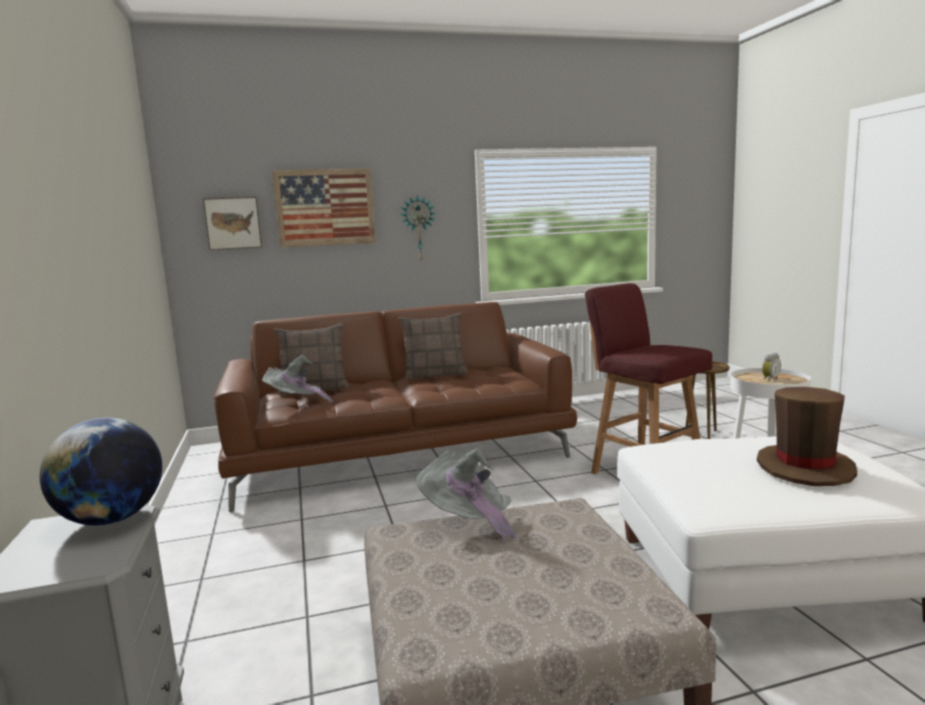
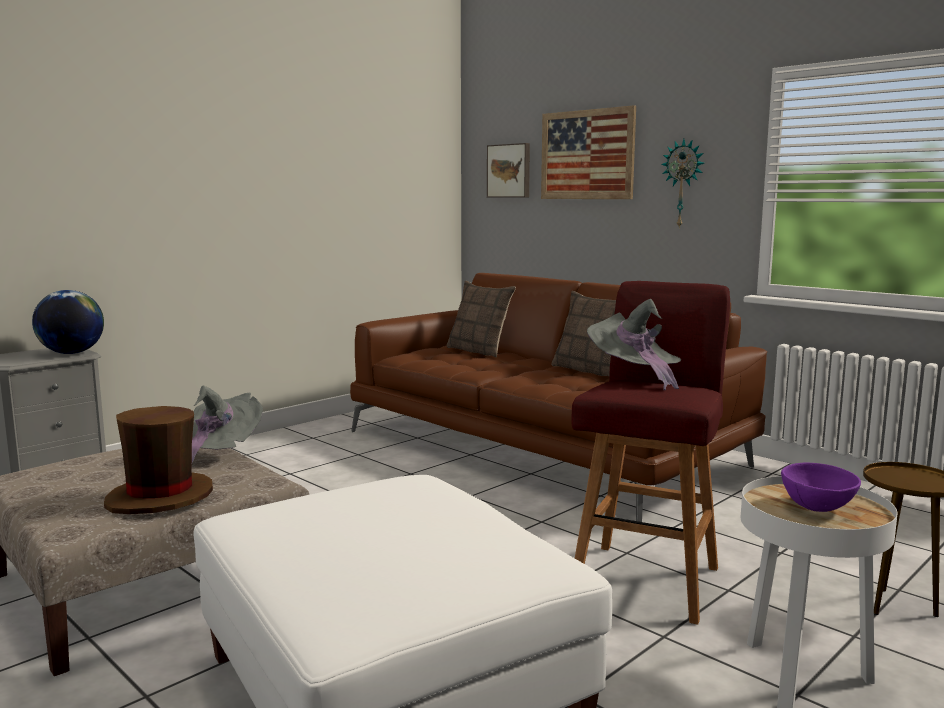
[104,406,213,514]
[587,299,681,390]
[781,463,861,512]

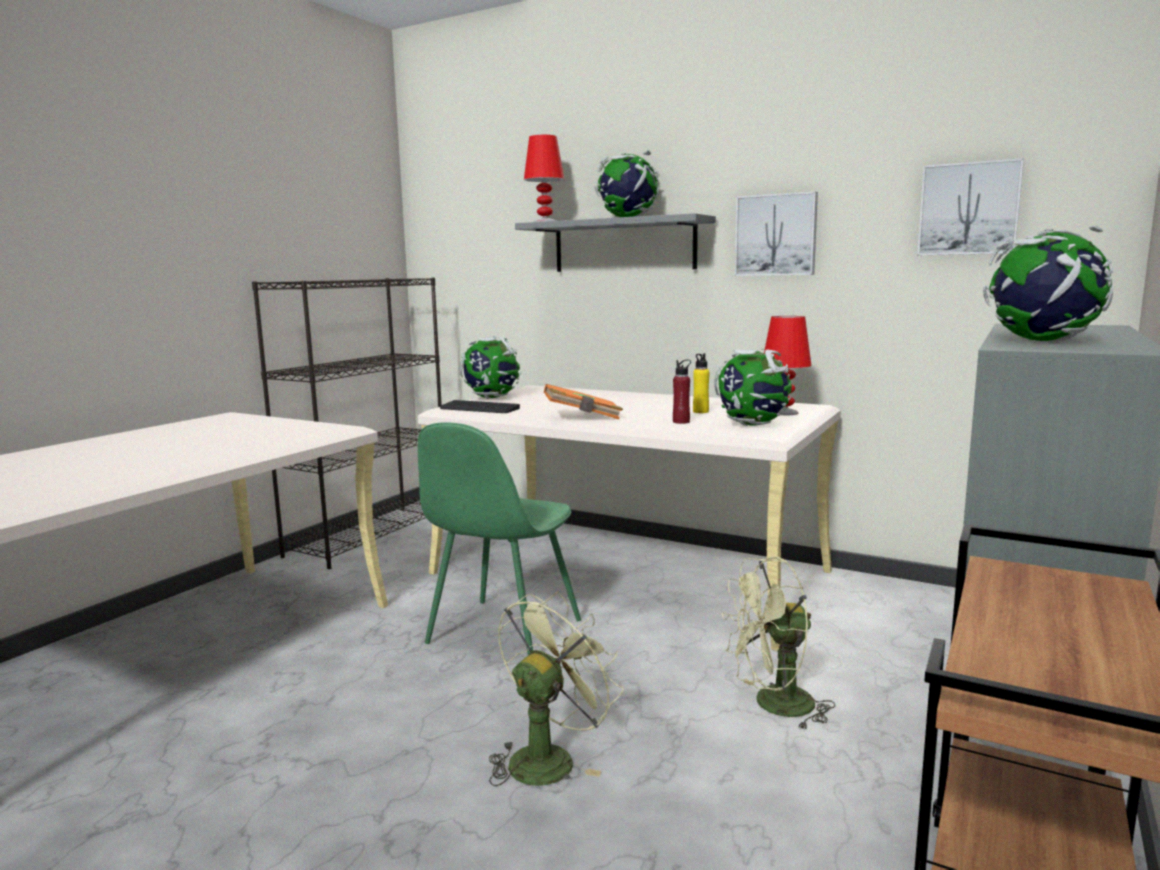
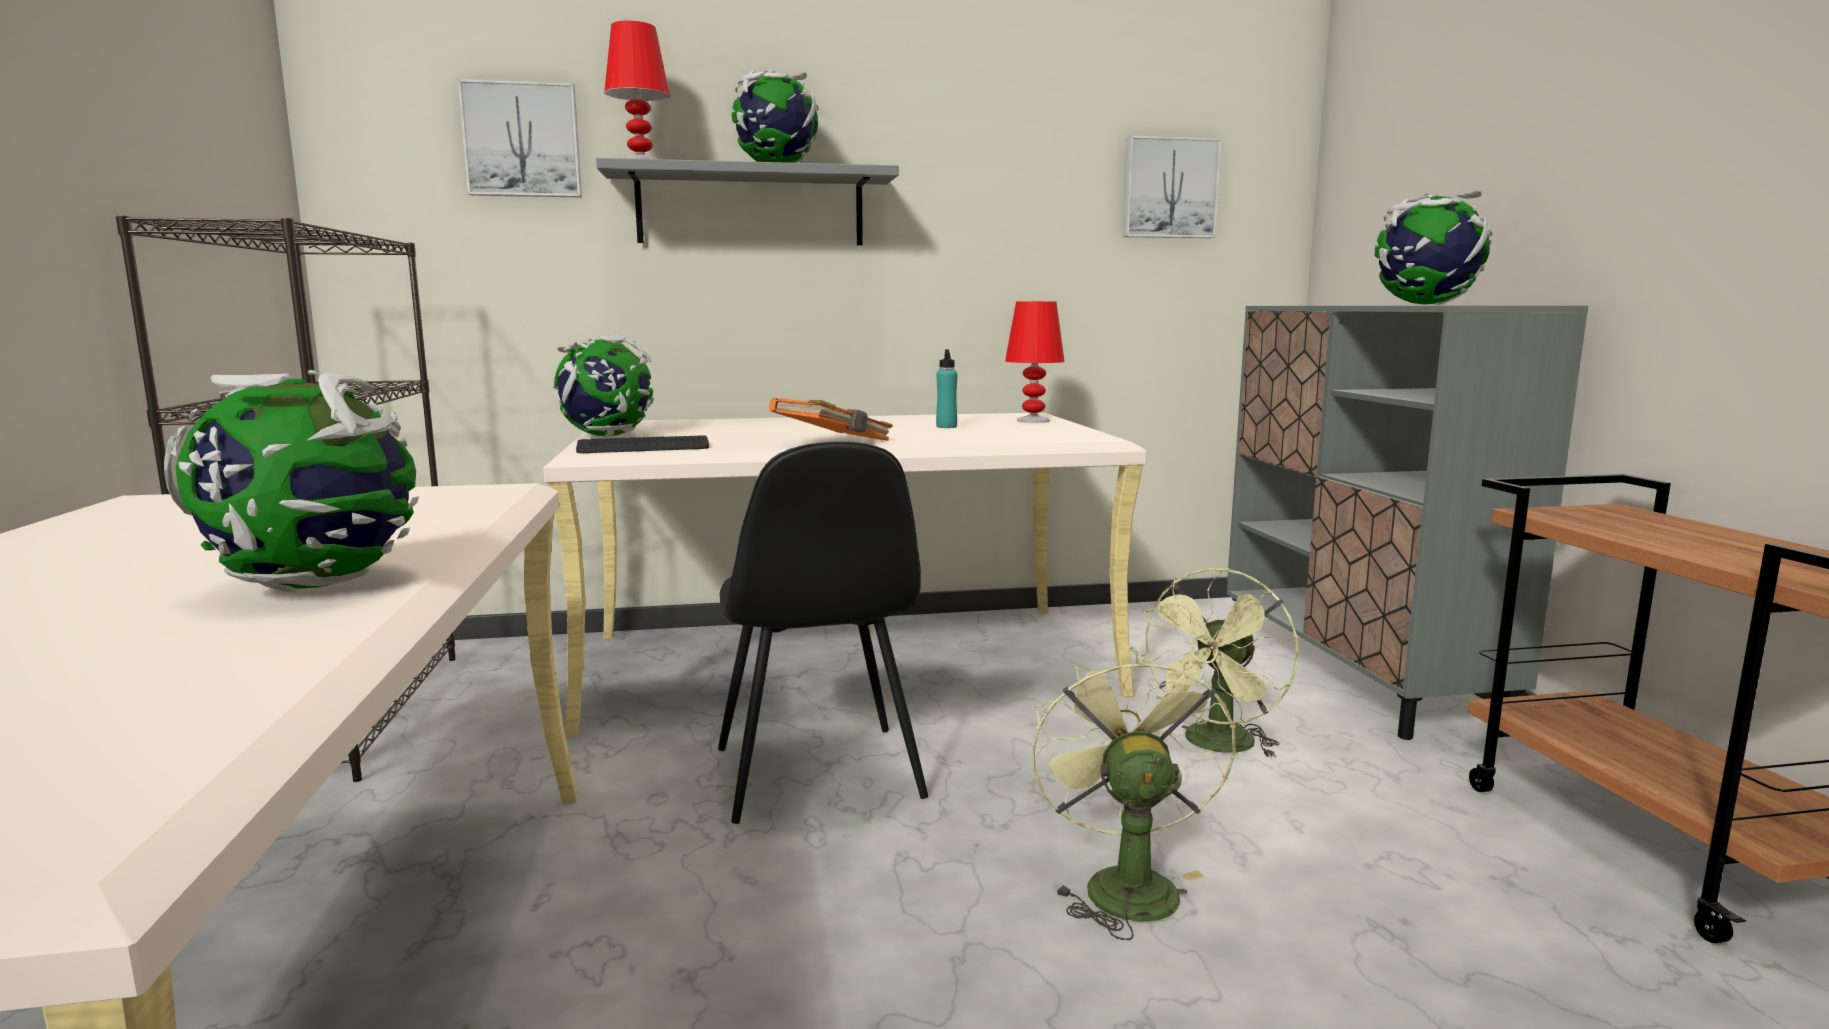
[164,370,419,592]
[458,79,582,198]
[718,442,928,824]
[936,349,957,428]
[673,359,691,424] (first image)

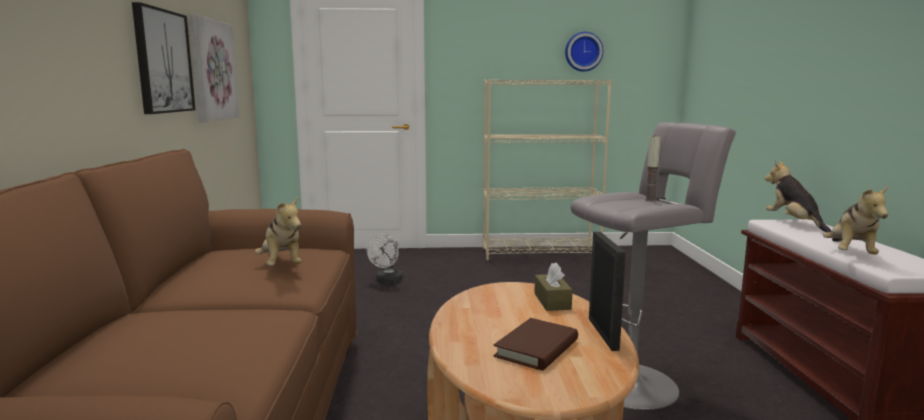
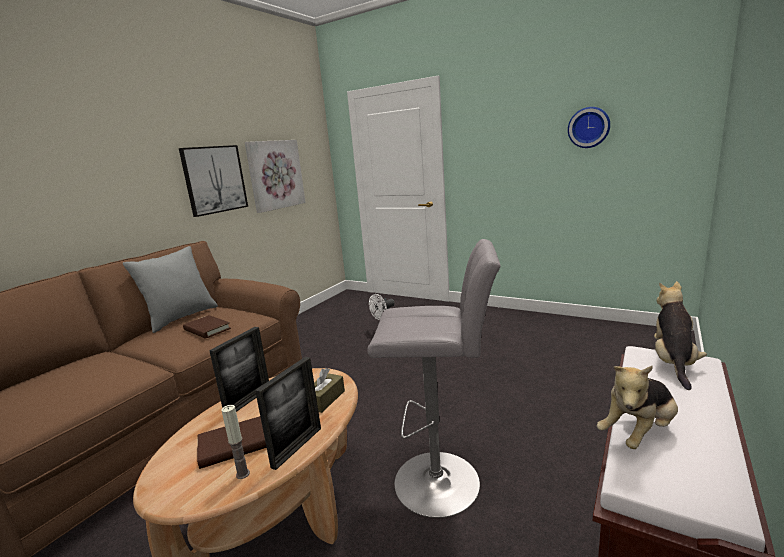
[123,246,218,333]
[183,315,231,339]
[209,327,269,412]
[221,405,250,479]
[482,79,612,260] (first image)

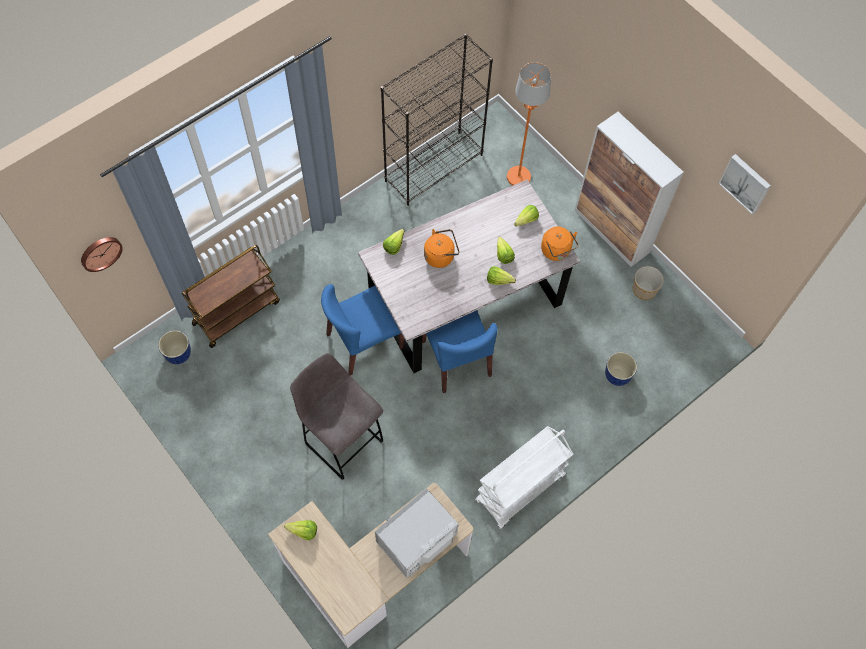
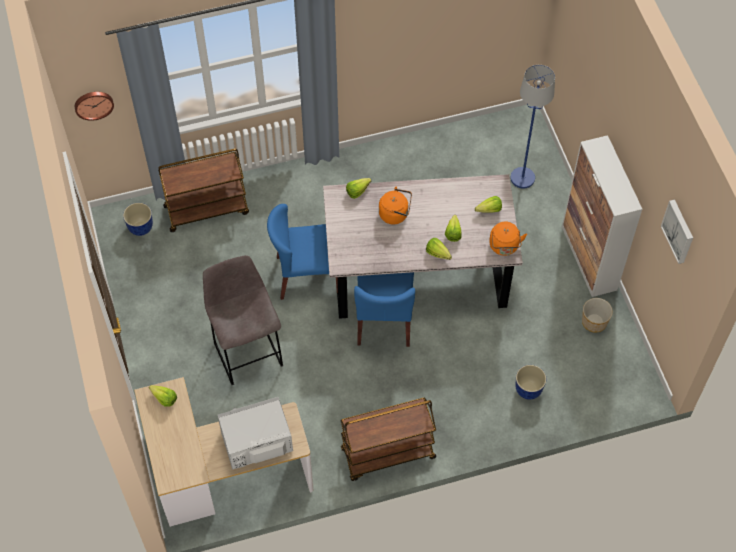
[341,398,436,481]
[510,65,555,188]
[381,33,493,206] (first image)

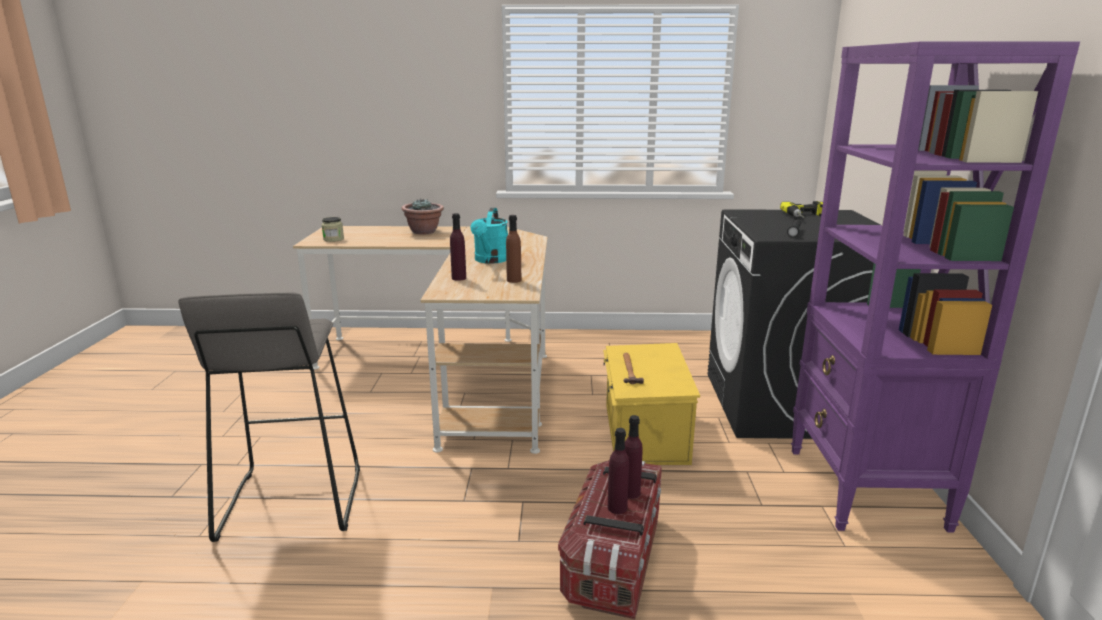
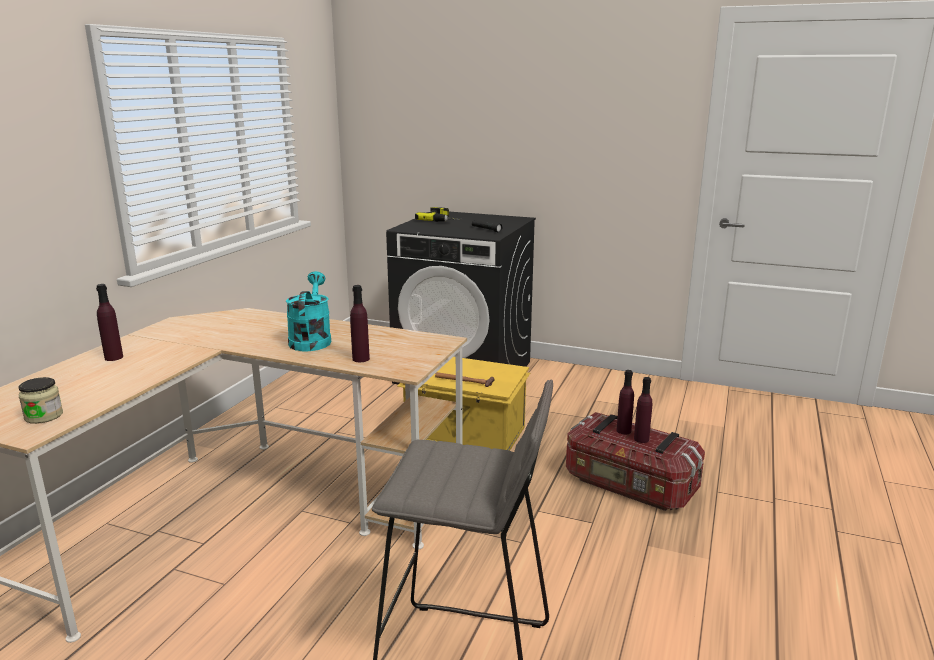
[96,284,123,361]
[286,271,331,351]
[506,215,521,283] (first image)
[791,41,1080,532] (first image)

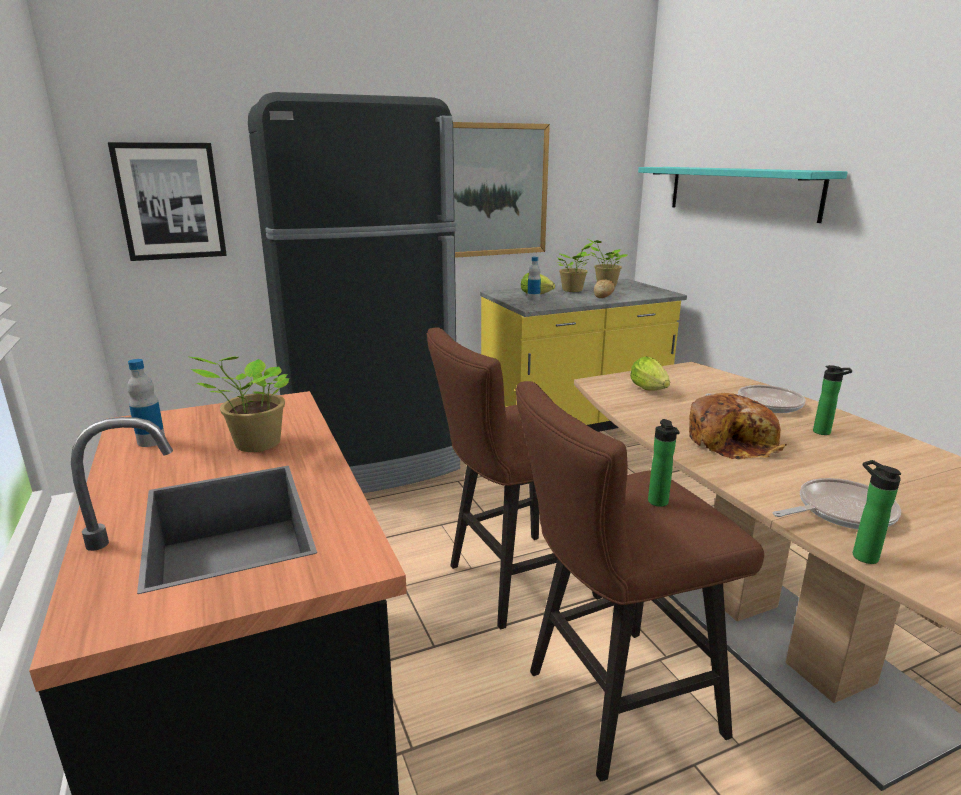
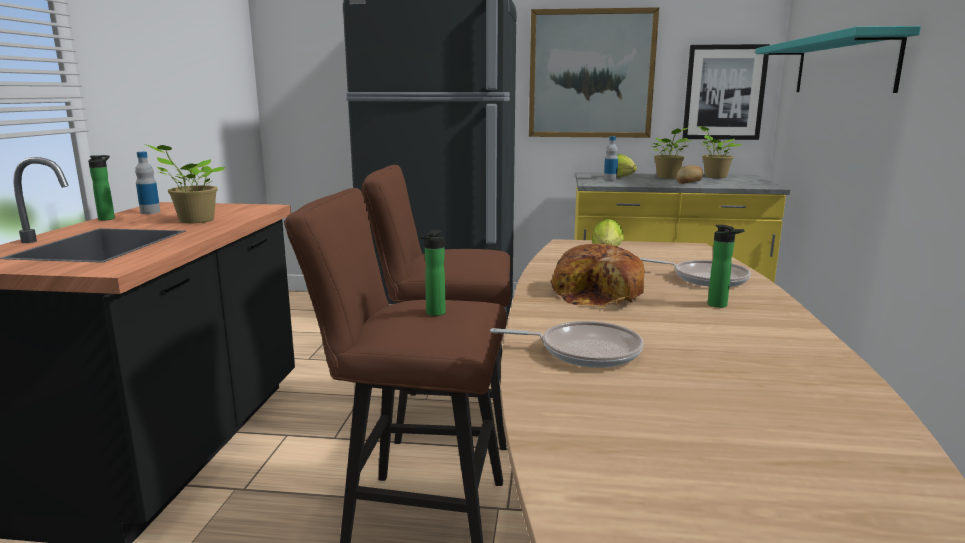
[88,155,115,221]
[682,44,770,140]

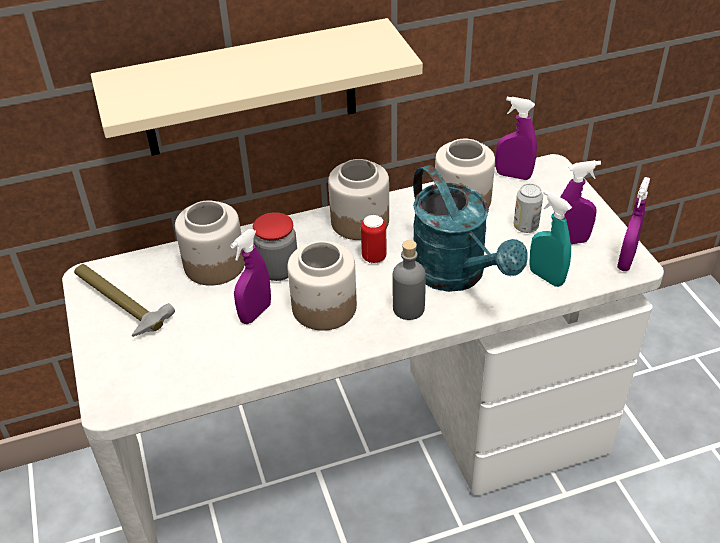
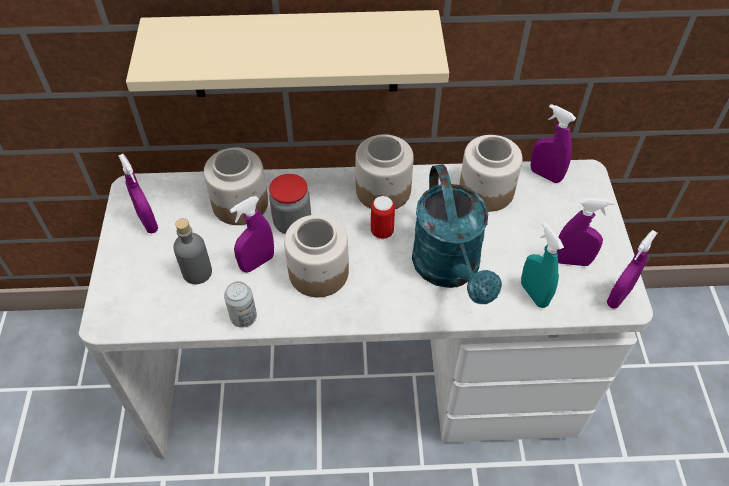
[118,154,158,233]
[173,218,212,284]
[224,281,257,328]

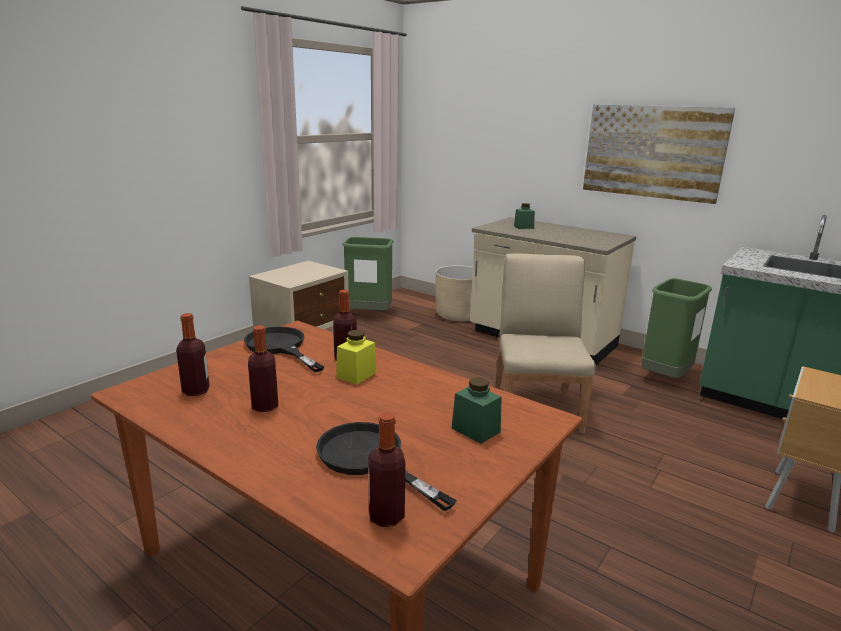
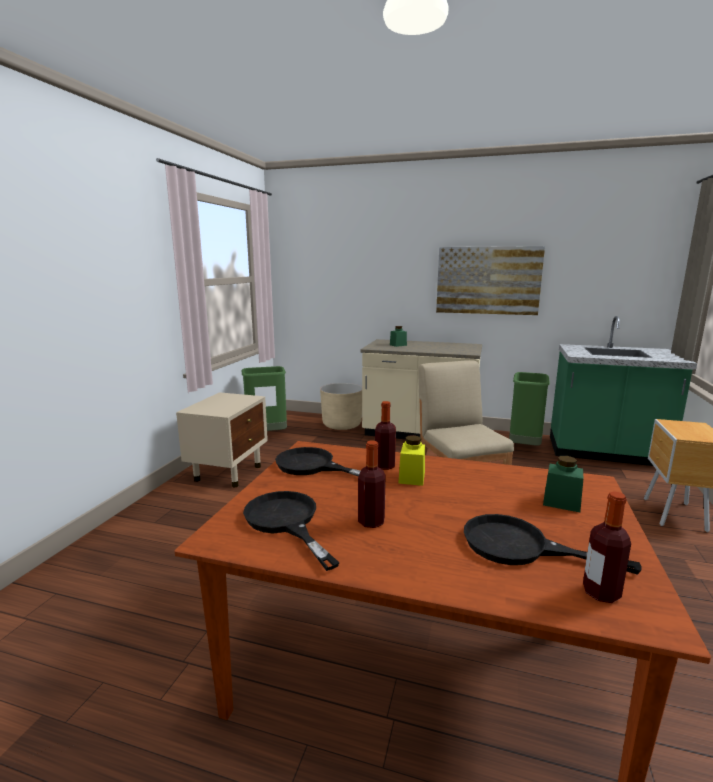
[243,491,340,571]

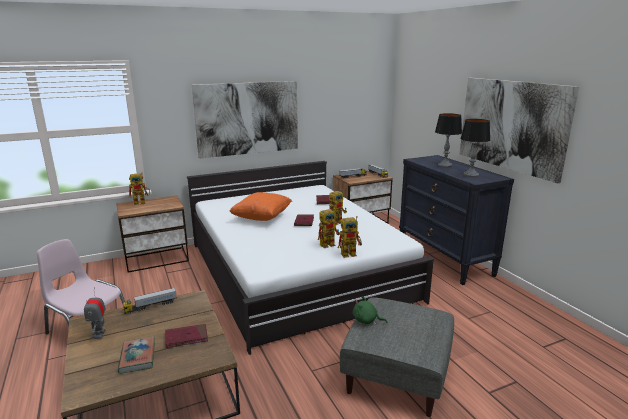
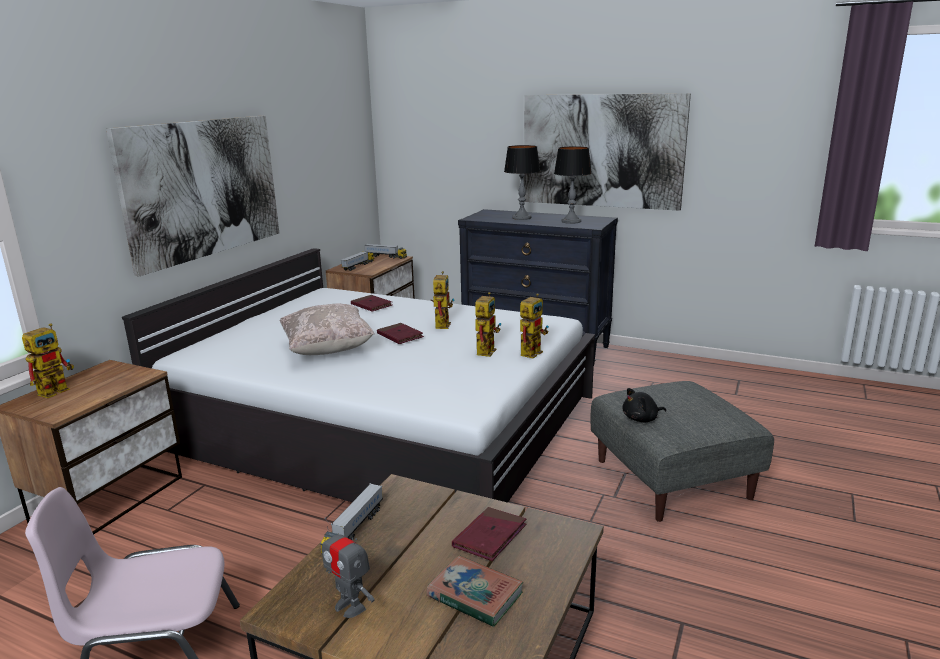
[280,304,375,355]
[622,388,666,422]

